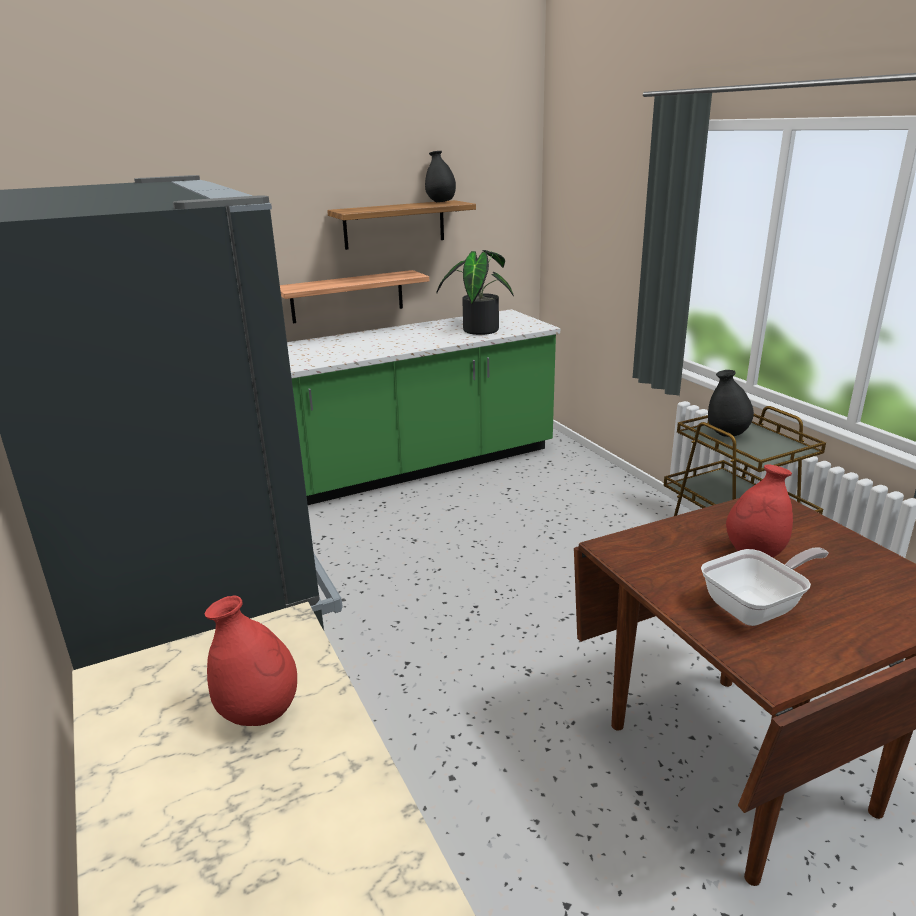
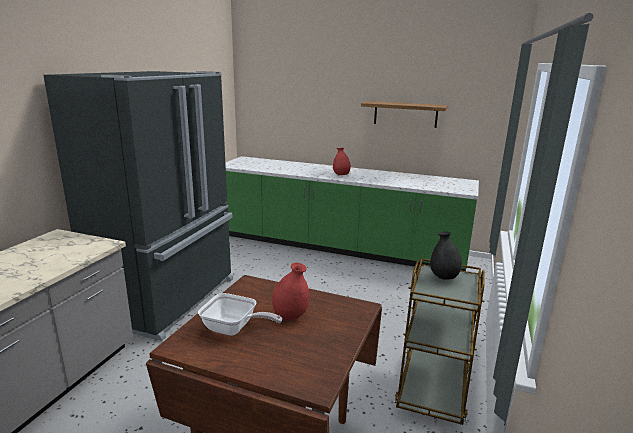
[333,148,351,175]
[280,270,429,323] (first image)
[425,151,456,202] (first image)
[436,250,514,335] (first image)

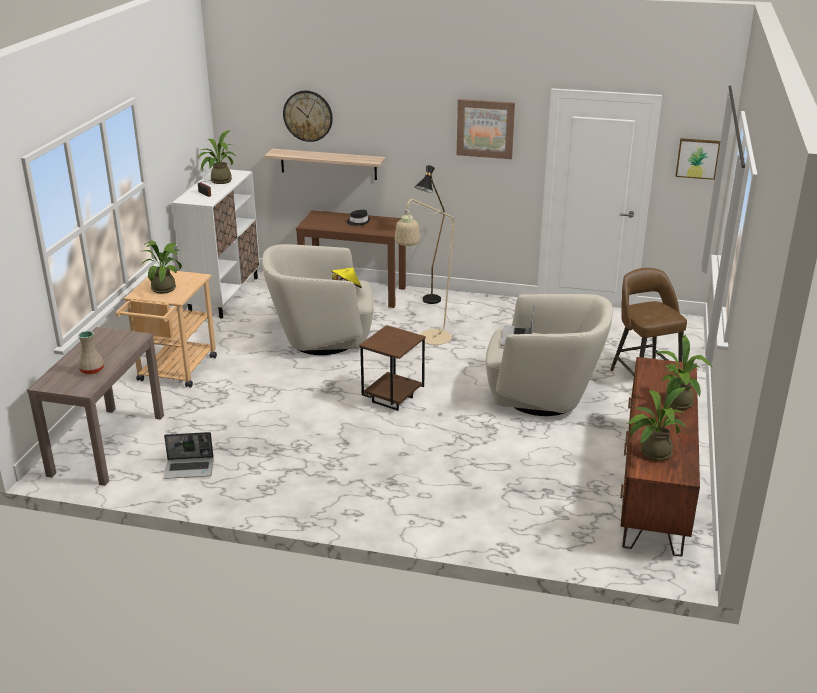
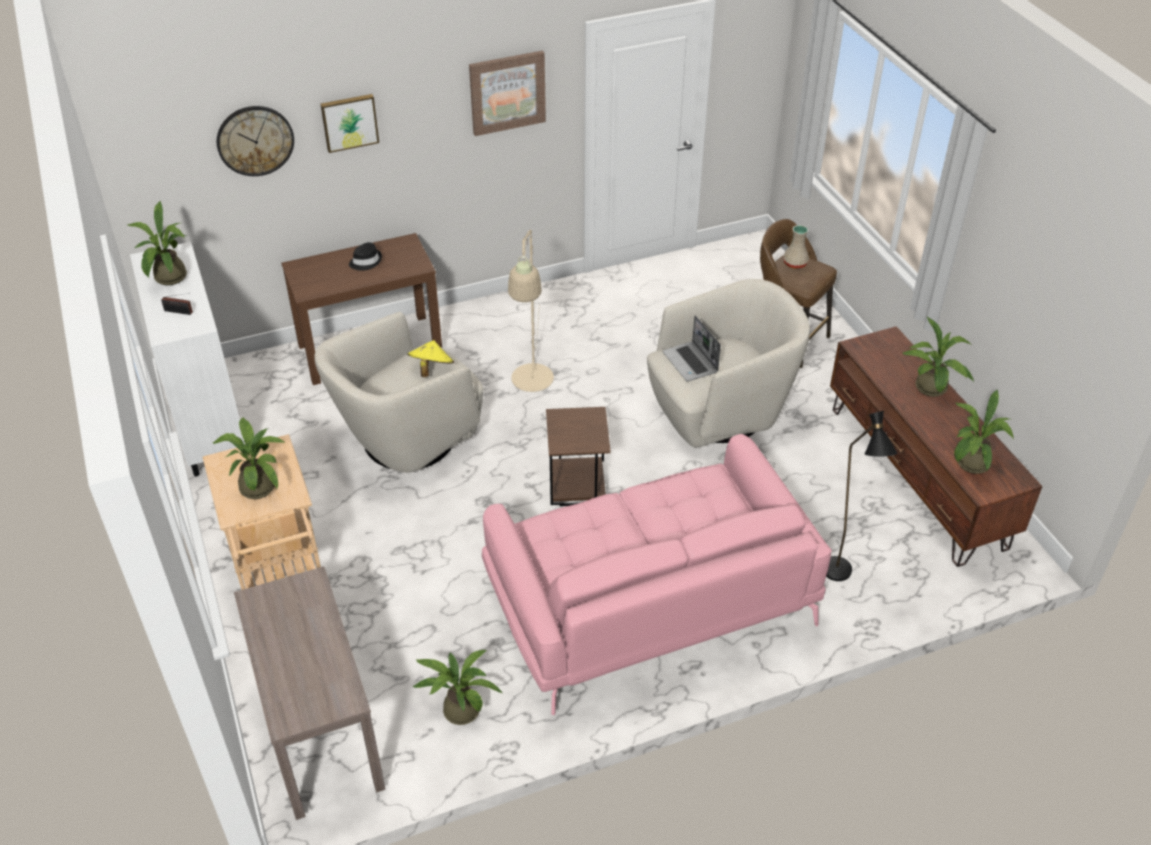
[321,94,379,153]
[413,650,504,725]
[482,434,832,715]
[783,225,809,269]
[826,411,897,581]
[264,149,385,180] (first image)

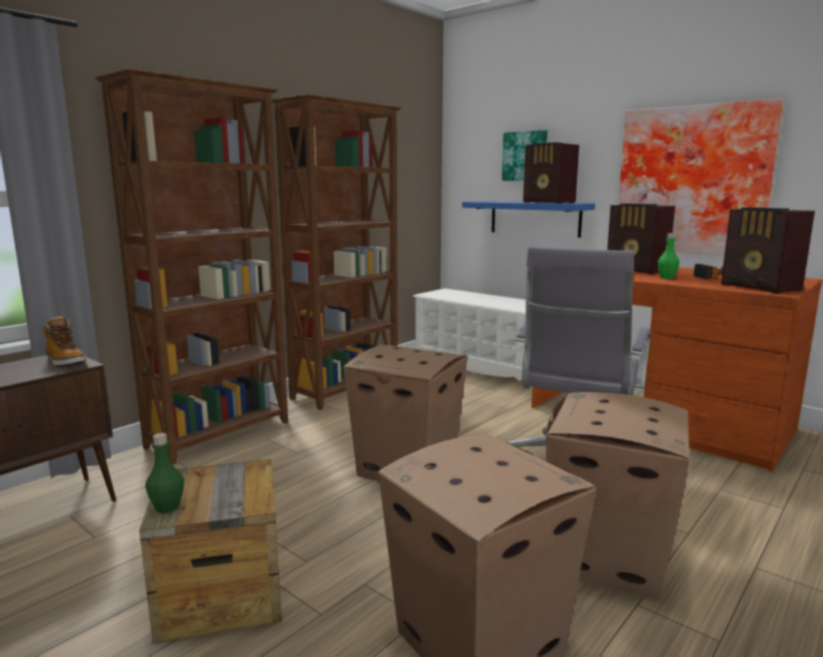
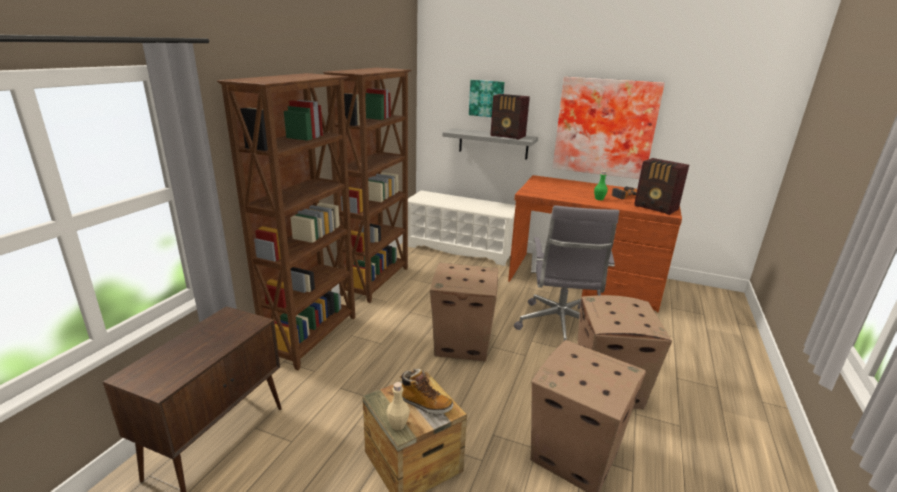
[386,382,410,430]
[400,369,453,415]
[442,128,538,159]
[607,203,675,275] (first image)

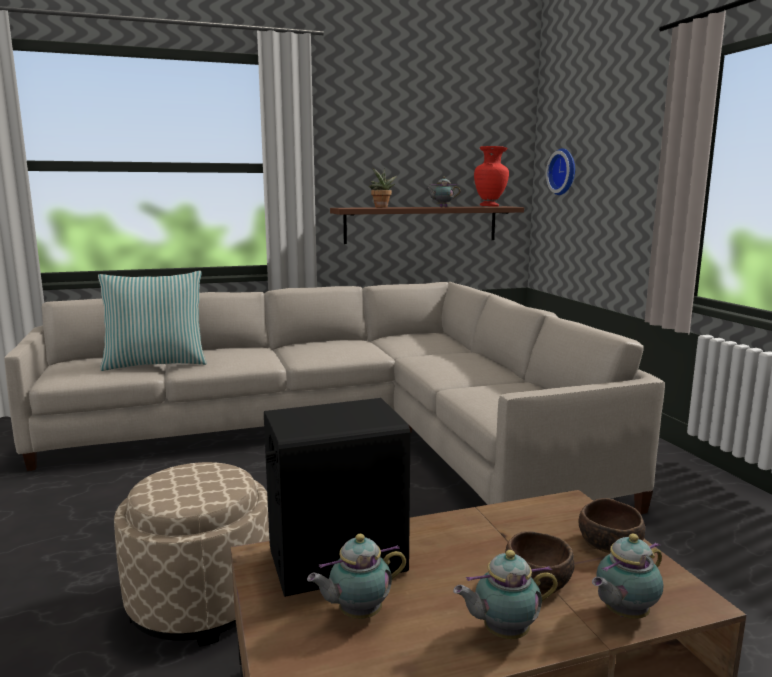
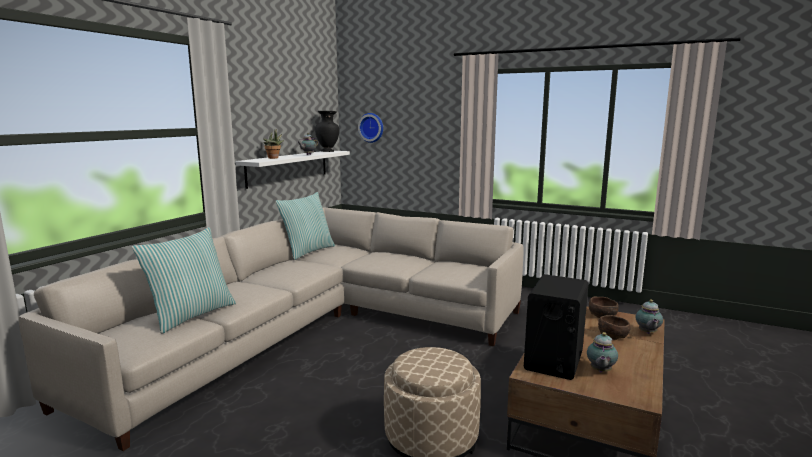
[236,151,350,189]
[275,192,335,260]
[315,111,340,152]
[453,550,558,639] (first image)

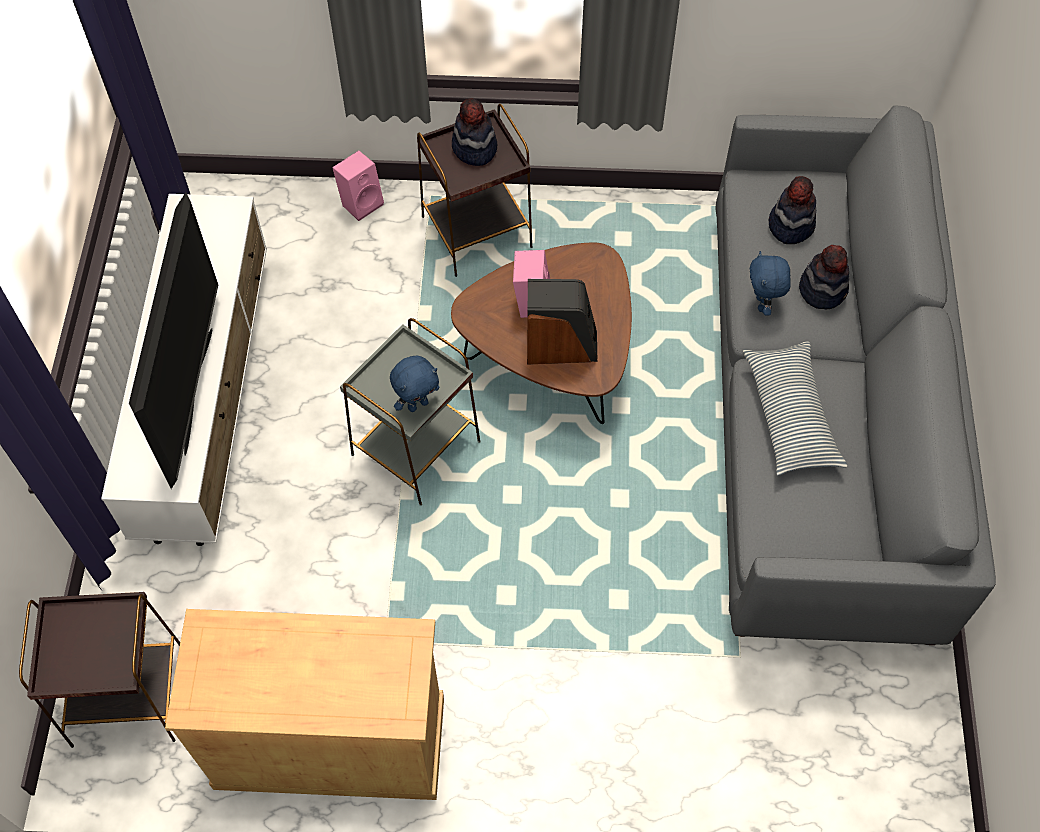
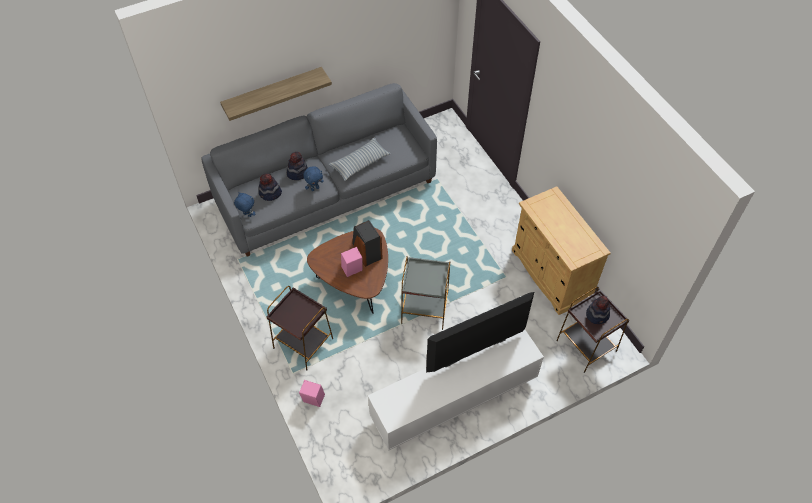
[220,67,332,121]
[234,192,255,217]
[586,296,610,324]

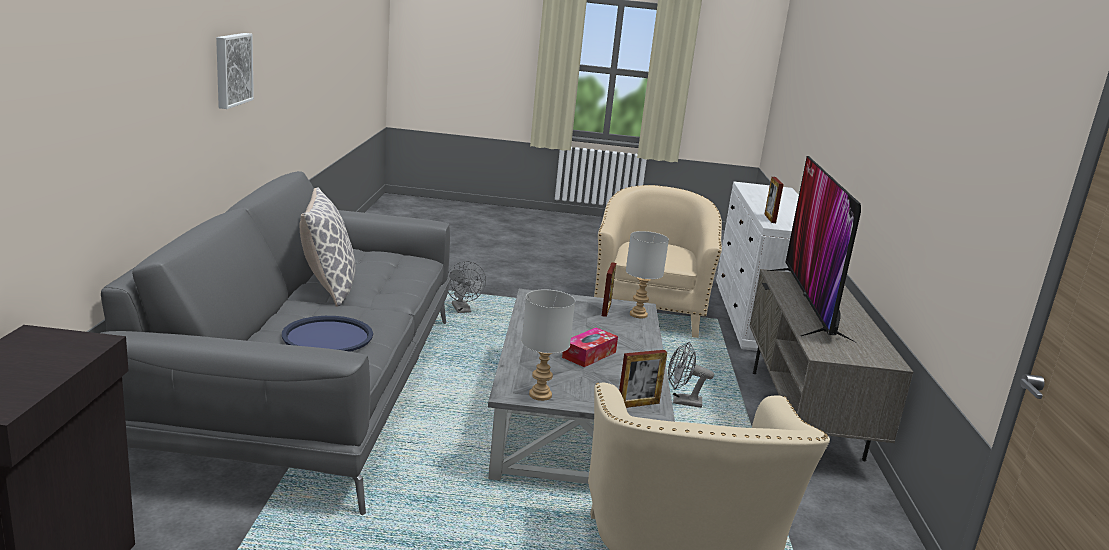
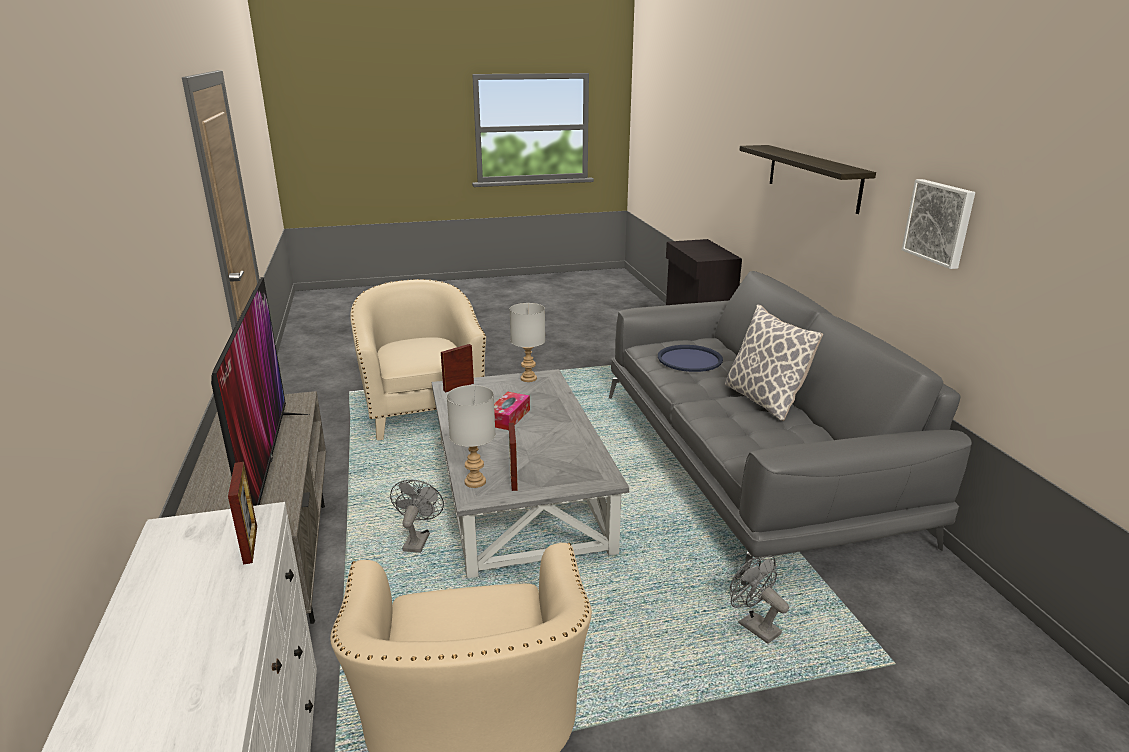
[390,480,444,553]
[740,145,876,214]

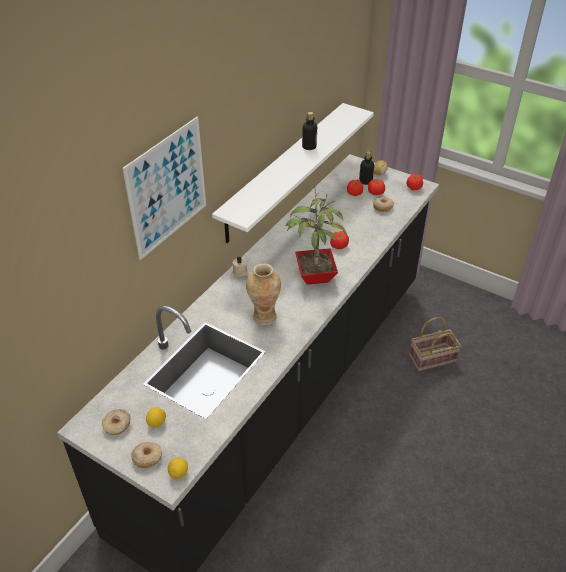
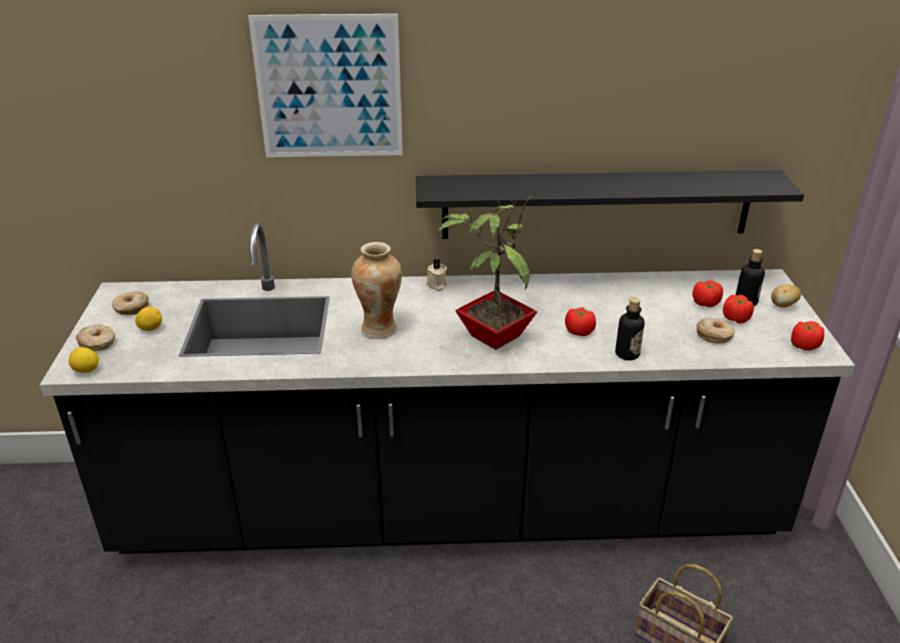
[416,170,804,239]
[615,297,645,360]

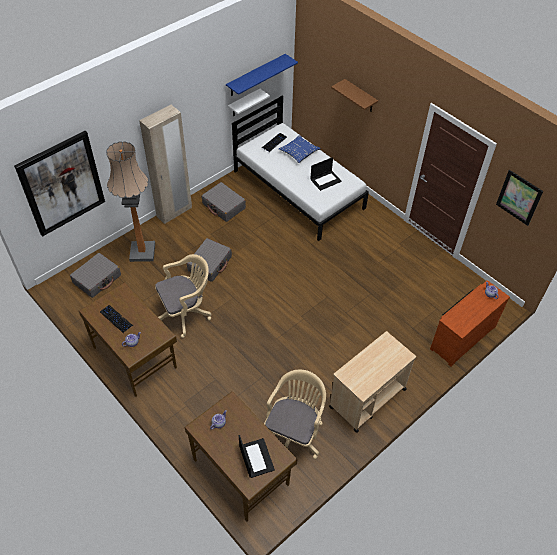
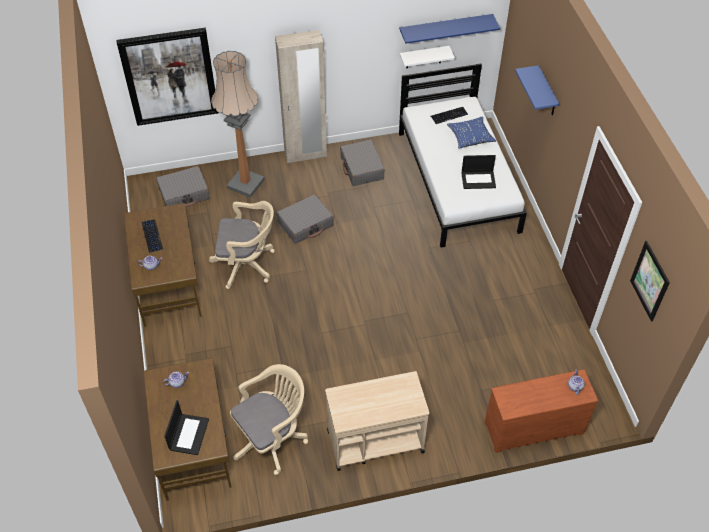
[515,65,559,115]

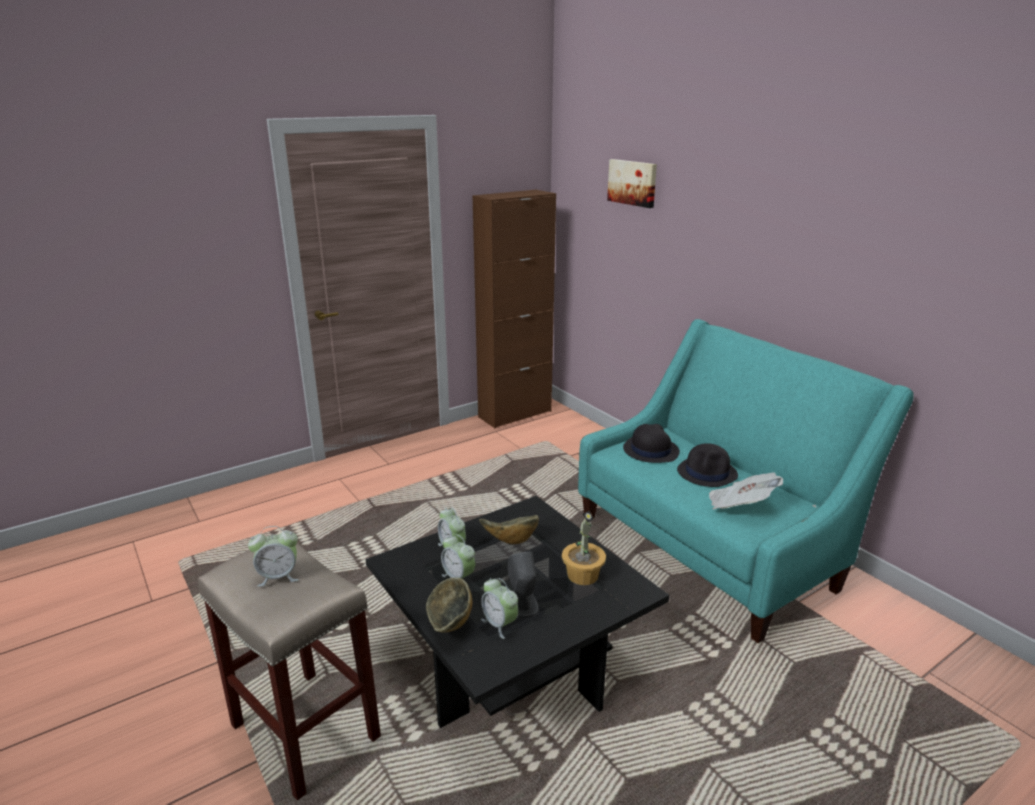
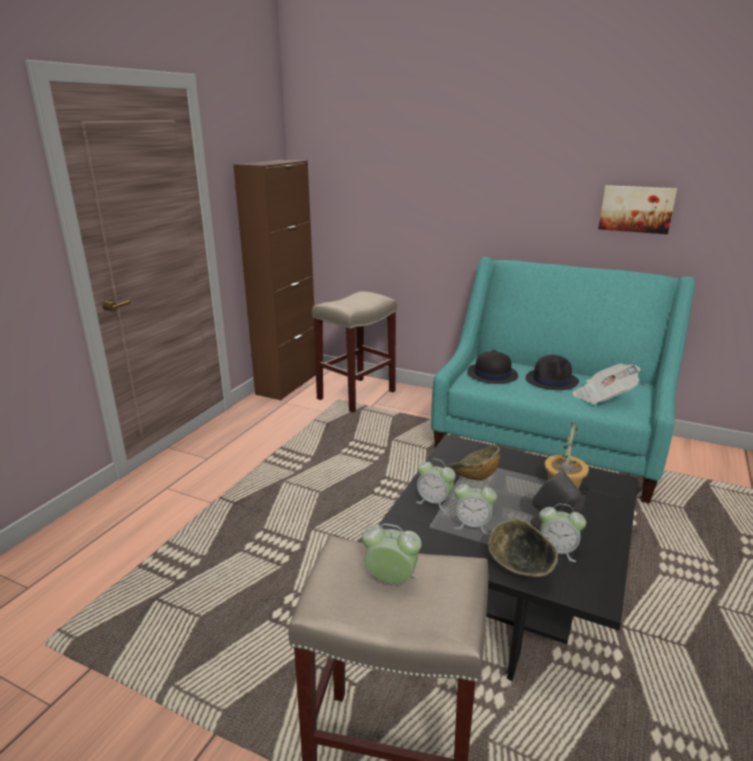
[312,291,397,413]
[362,524,421,584]
[598,185,677,234]

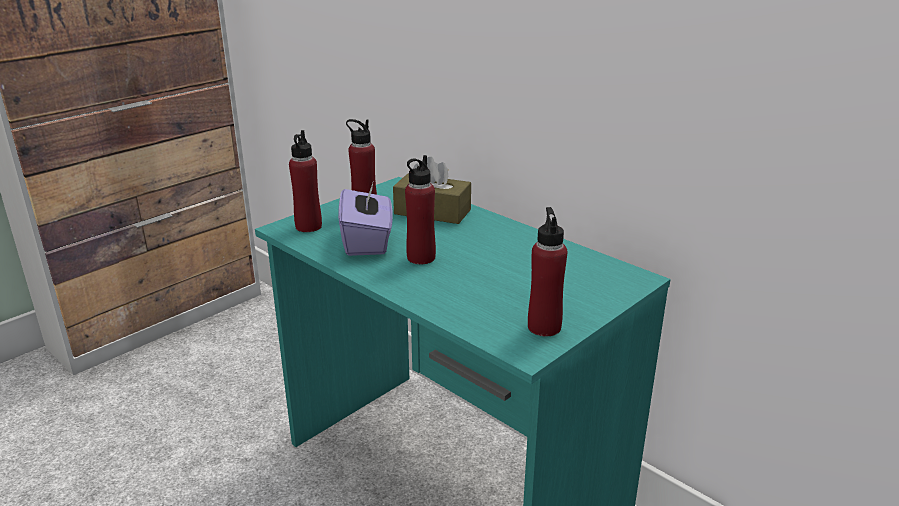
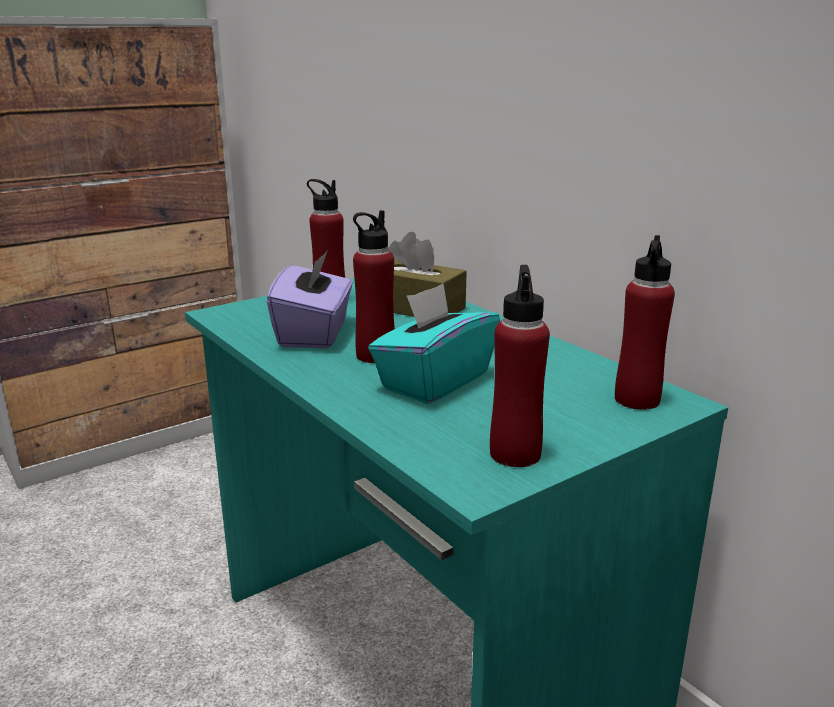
[368,284,500,404]
[615,235,675,410]

